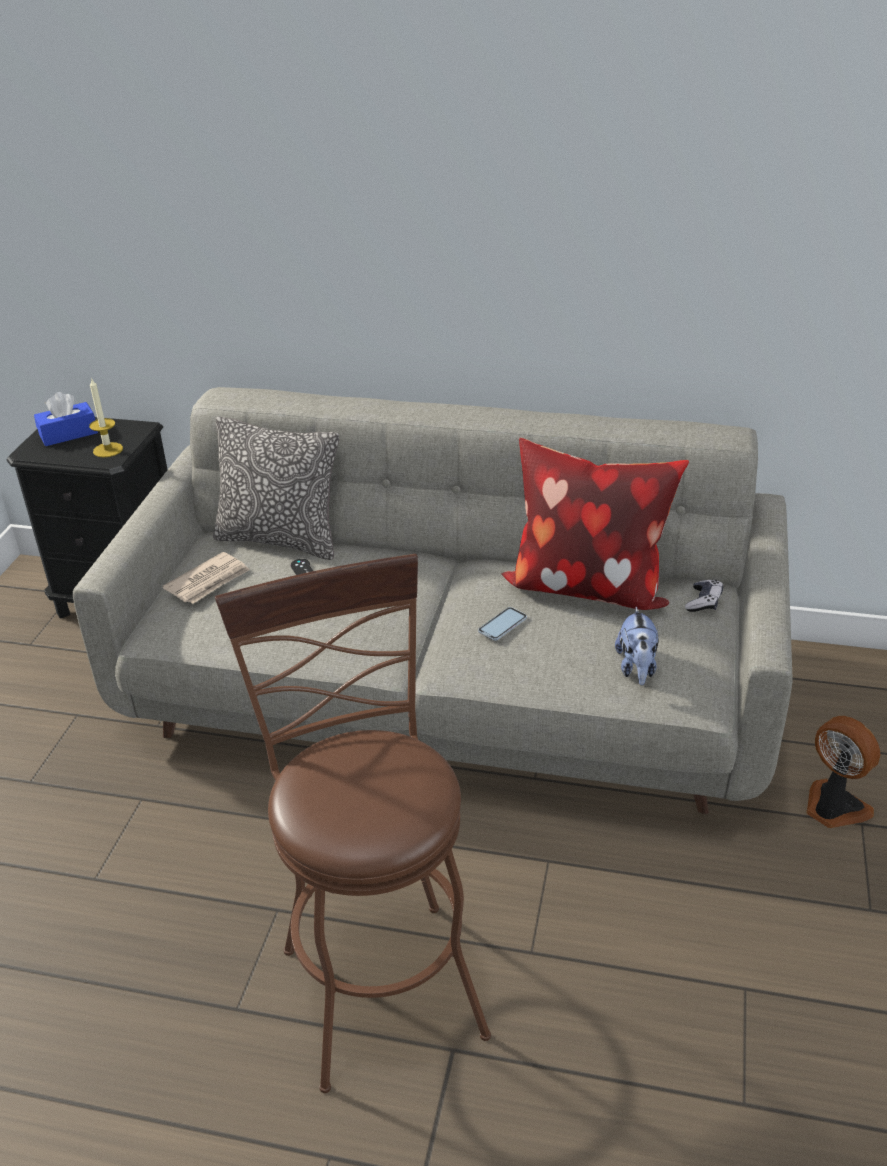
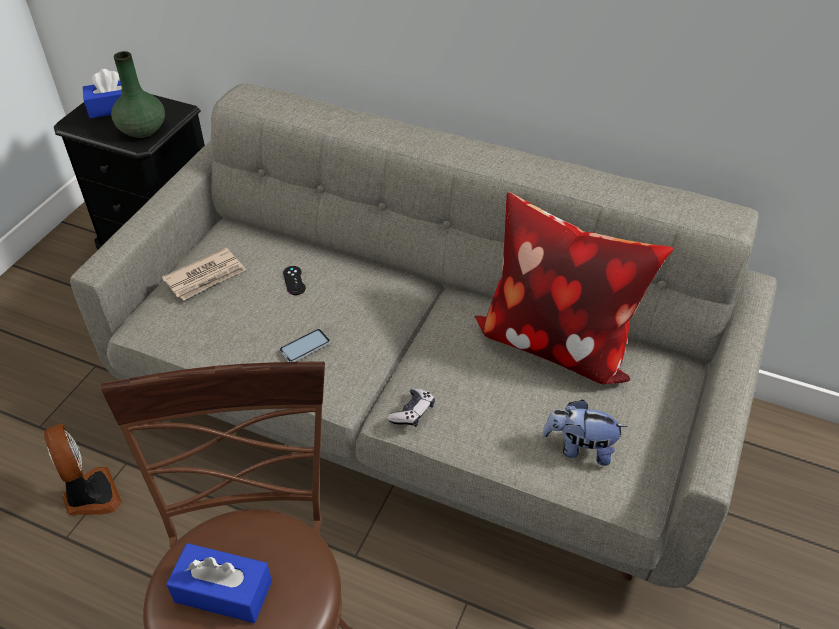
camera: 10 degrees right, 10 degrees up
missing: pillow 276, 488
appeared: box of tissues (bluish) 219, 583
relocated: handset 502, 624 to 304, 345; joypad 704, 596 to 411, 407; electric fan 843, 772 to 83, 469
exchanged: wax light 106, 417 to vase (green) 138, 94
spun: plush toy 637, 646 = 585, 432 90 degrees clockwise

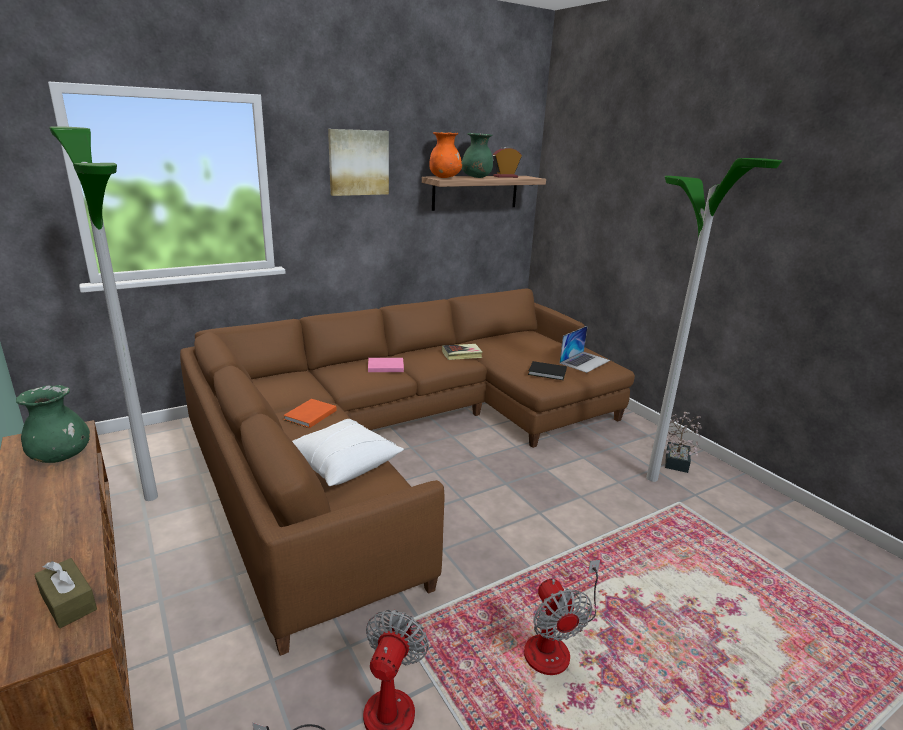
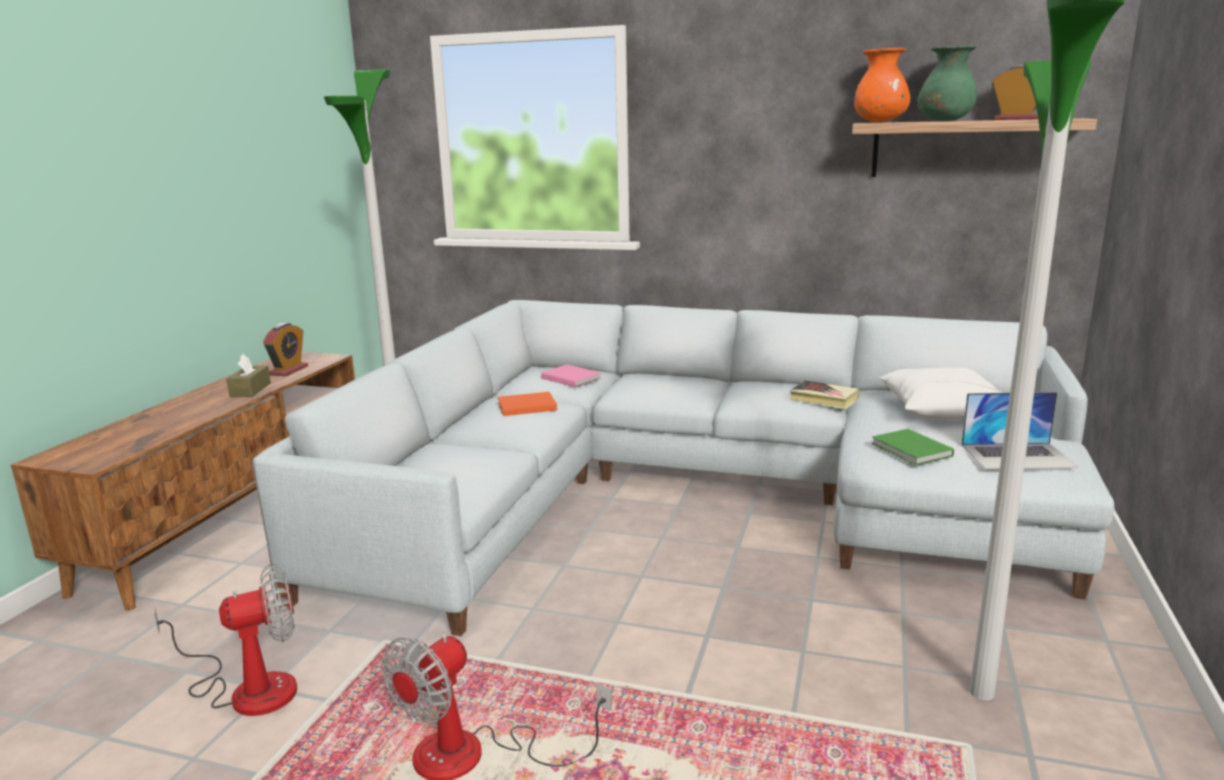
camera: 50 degrees right, 5 degrees down
missing: picture 358, 162; plant in a pot 684, 442
relocated: box of tissues (brownish) 65, 593 to 248, 375; pillow (white) 348, 452 to 940, 393; bound book (pink) 386, 365 to 571, 376
exchanged: vase (green) 53, 424 to table clock 285, 349
colour: settee (brownish) 407, 472 to settee (gray) 683, 468; bound book (black-coloured) 547, 370 to bound book (green) 912, 447

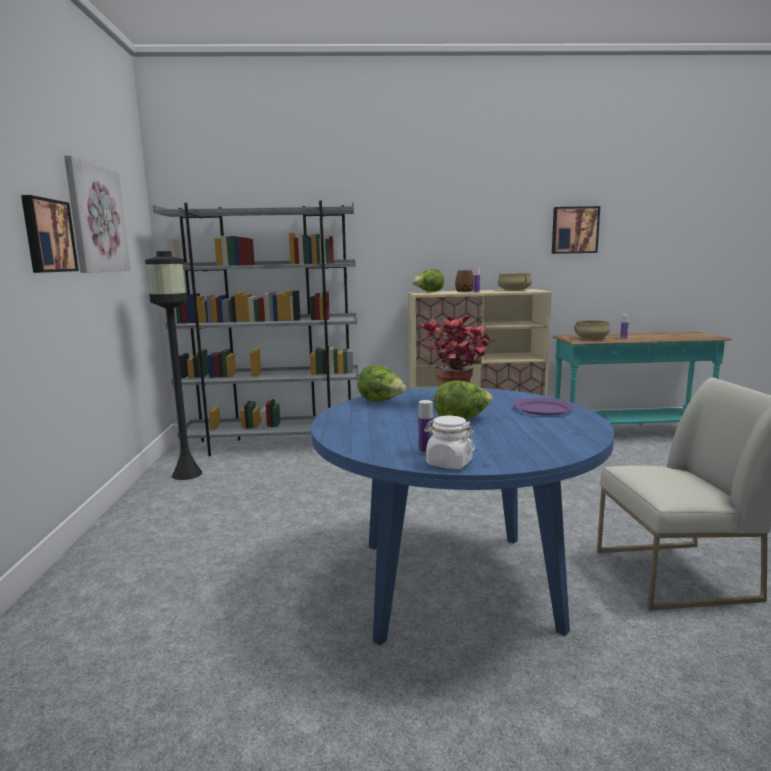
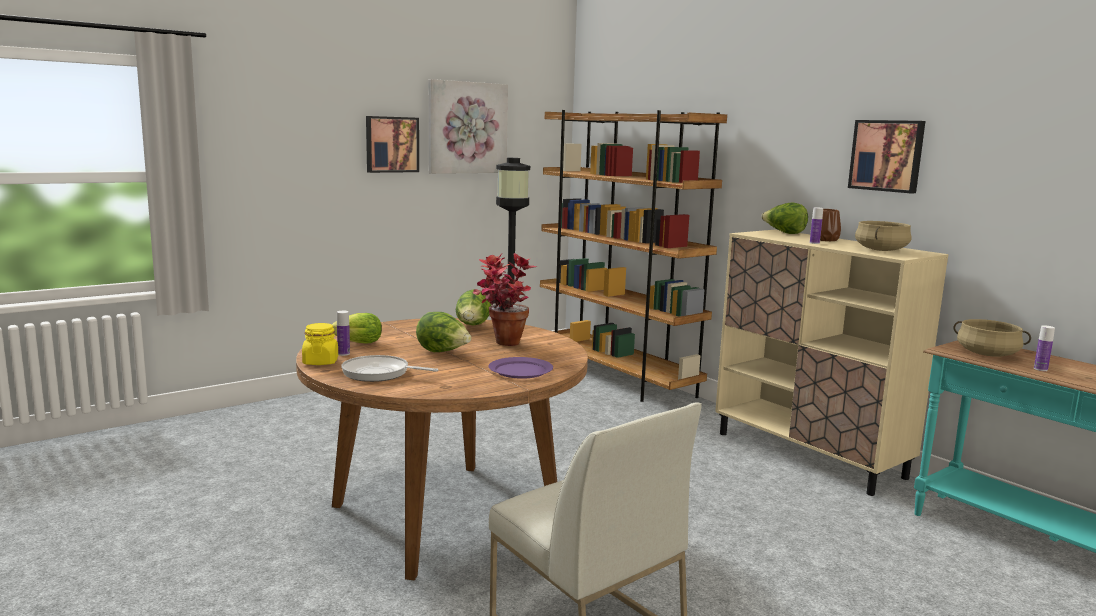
camera: 55 degrees right, 0 degrees up
appeared: lettuce head 357, 328; frying pan 390, 368
relocated: picture 576, 230 to 887, 157
colour: shelving unit (gray) 256, 328 to shelving unit (brownish) 633, 256; dining table (bluish) 462, 516 to dining table (brownish) 442, 449; jar (white) 449, 442 to jar (yellowish) 320, 344

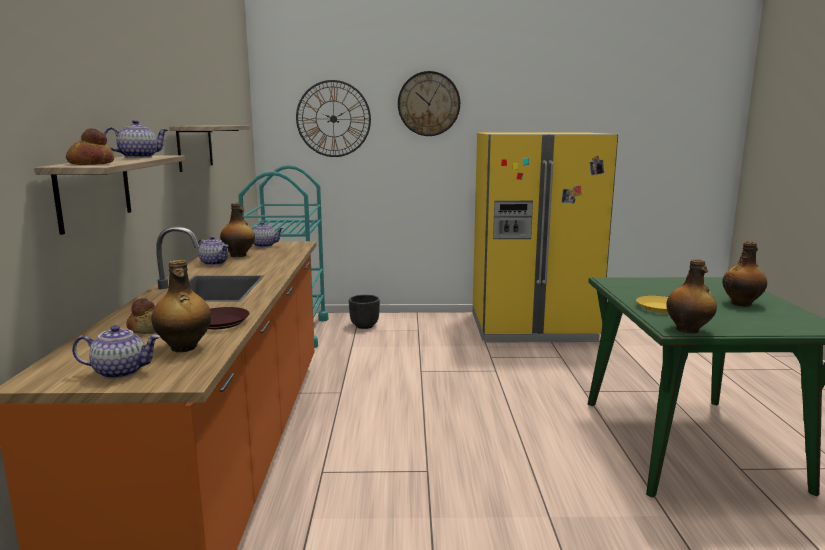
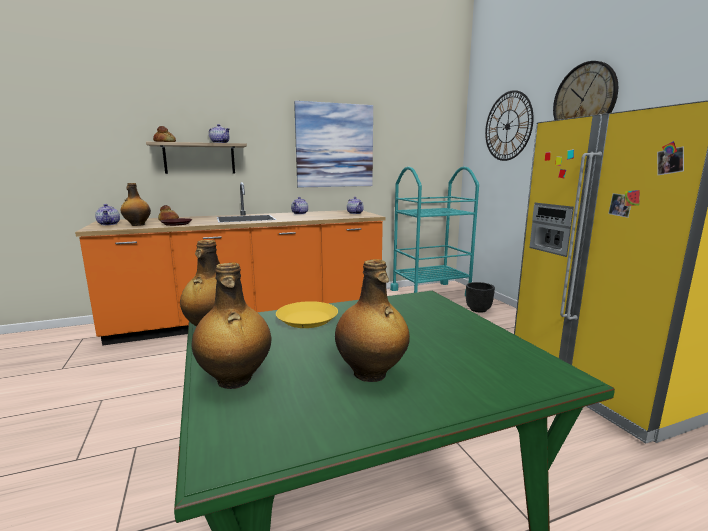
camera: 70 degrees right, 0 degrees up
relocated: bottle 237, 230 to 231, 326
exchanged: shelf 209, 148 to picture 333, 144

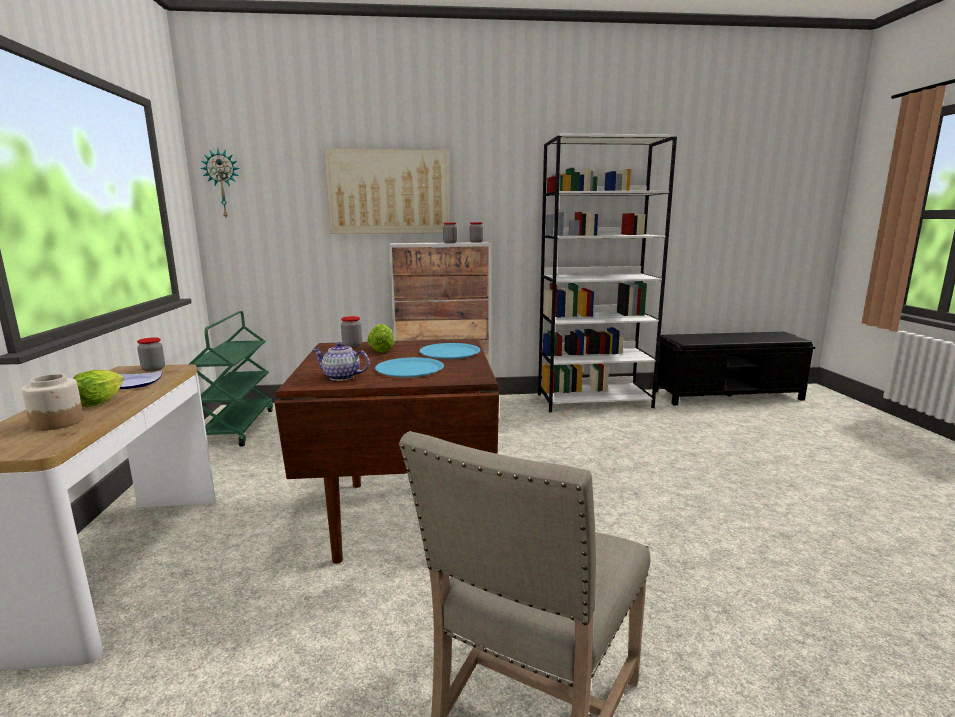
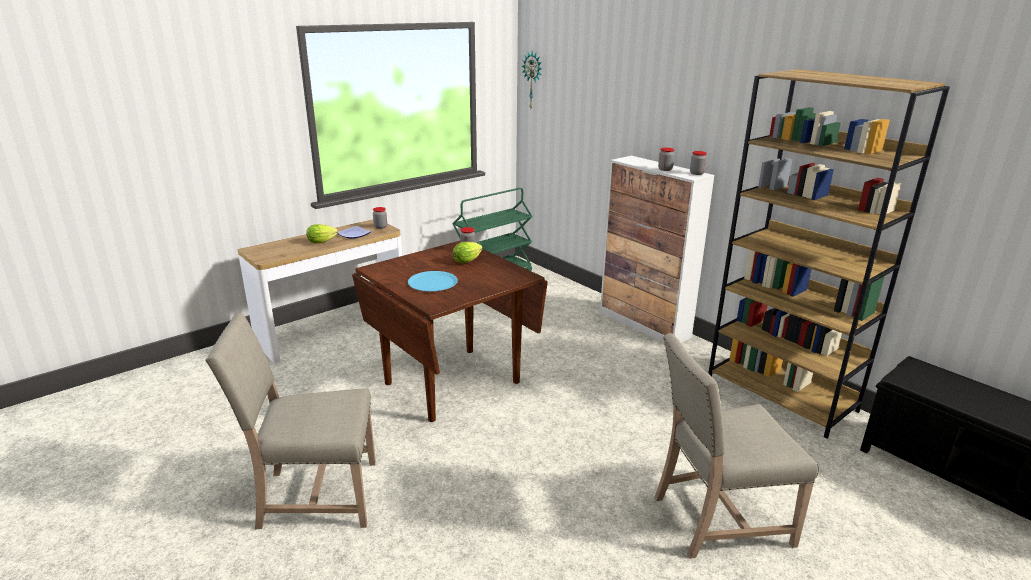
camera: 55 degrees right, 10 degrees up
missing: jar 53, 402; tea pot 341, 361; picture 387, 191; plate (bluish) 450, 351
appeared: upright chair (beige) 736, 446
colour: shelving unit (white) 607, 273 to shelving unit (brownish) 829, 253

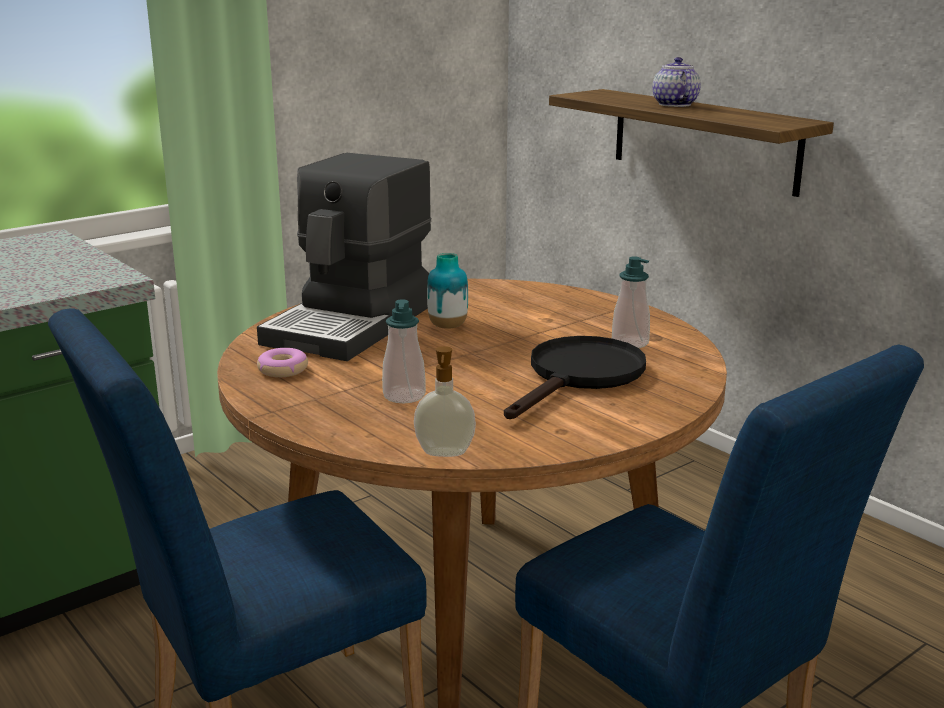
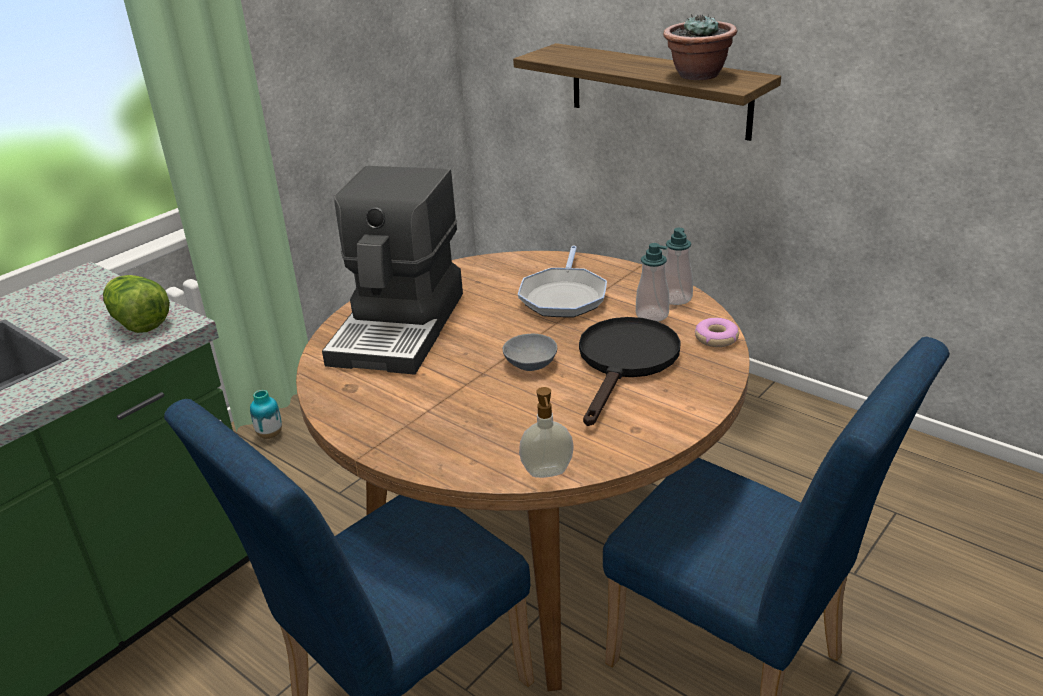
camera: 10 degrees left, 10 degrees up
missing: tea pot 676, 82
appeared: lettuce head 136, 304; serving bowl (gray) 530, 352; frying pan 562, 281; plant in a pot 700, 47
relocated: ring doughnut 282, 362 to 717, 332; soap bottle 404, 351 to 679, 266; vase 447, 291 to 266, 414

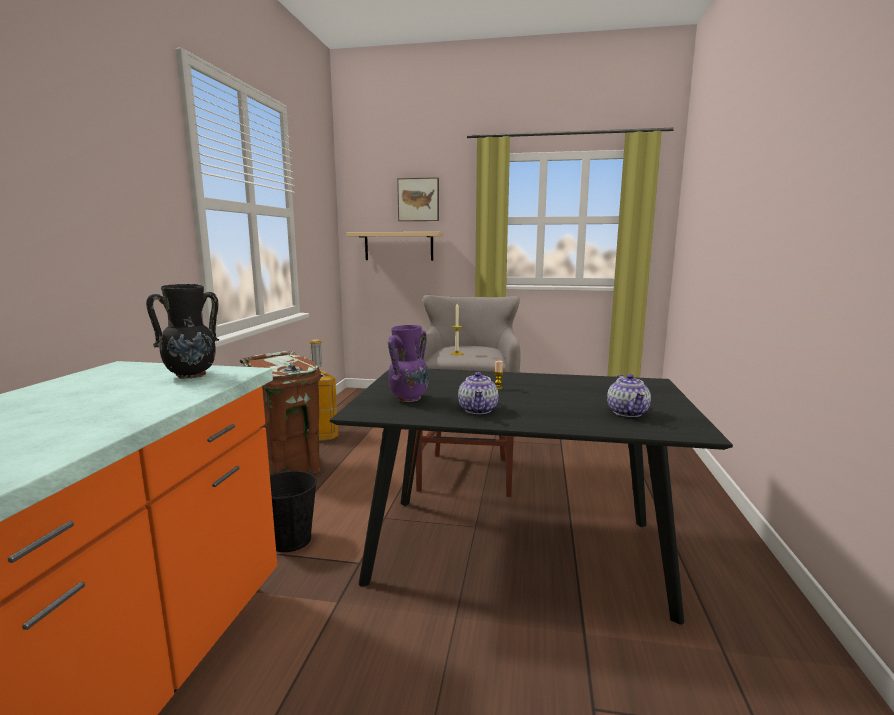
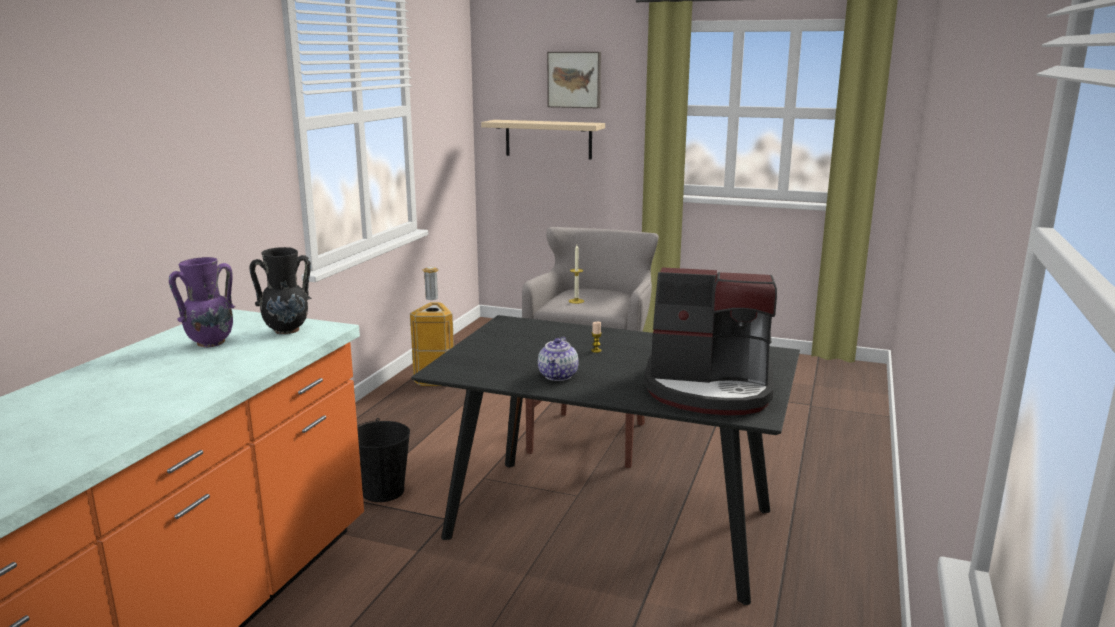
camera: 10 degrees right, 5 degrees up
missing: trash can (brownish) 280, 413
relocated: vase (purple-coloured) 408, 363 to 202, 302
exchanged: tea pot 629, 395 to coffee maker 710, 341

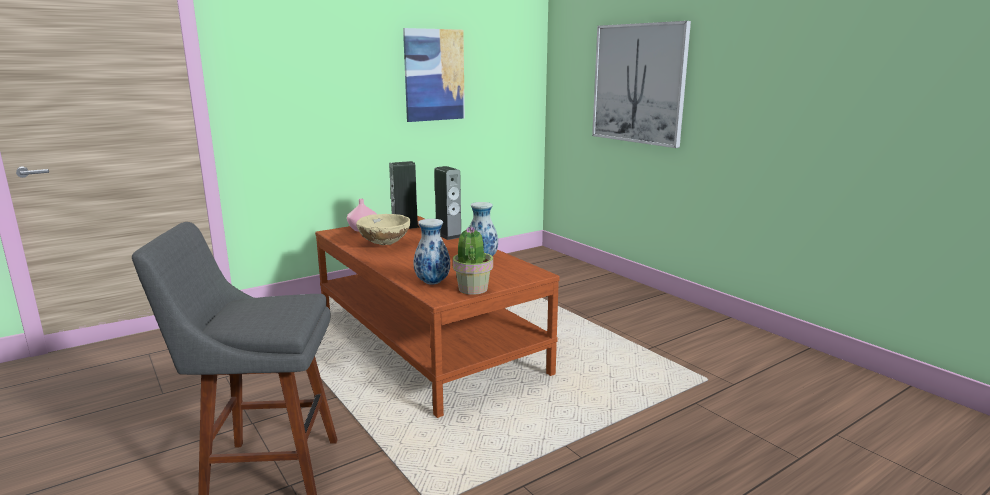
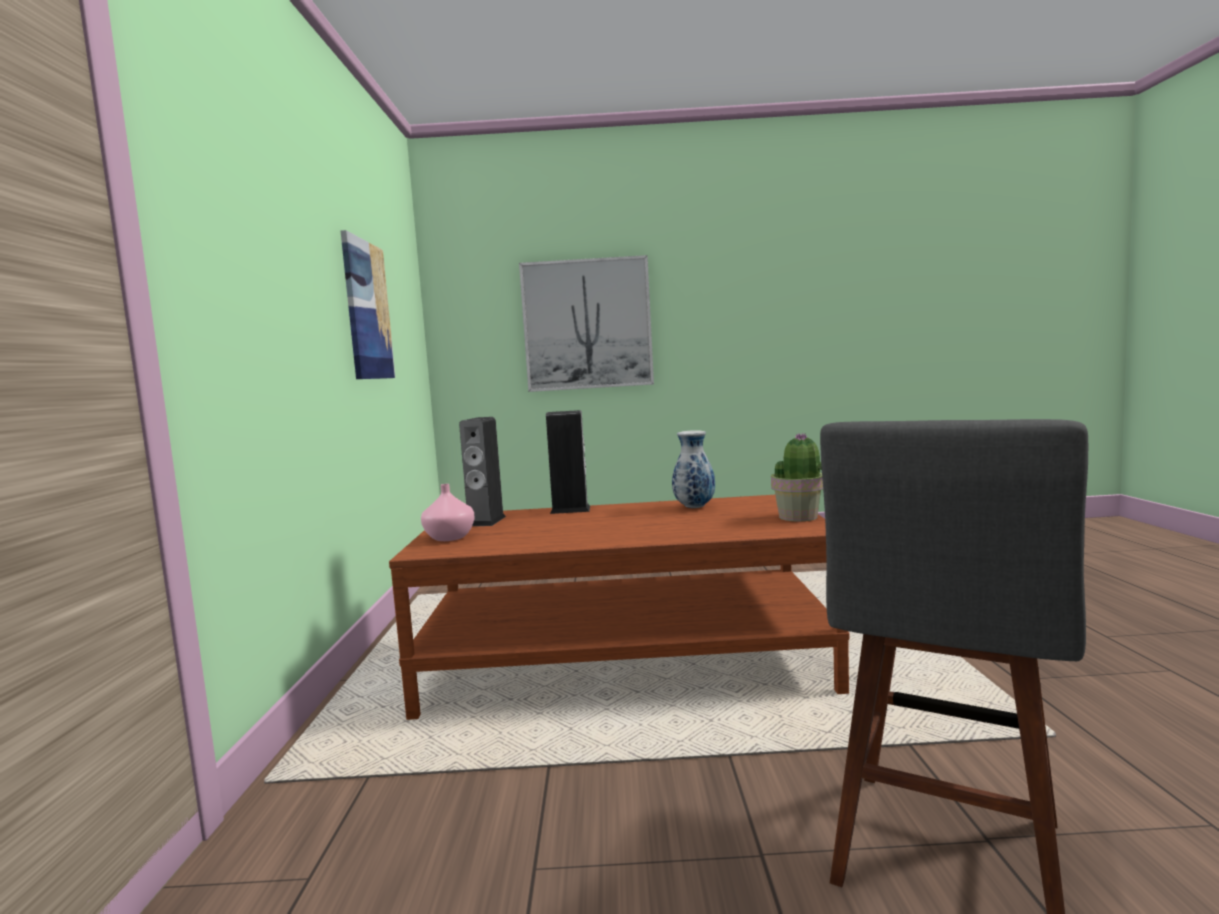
camera: 55 degrees left, 10 degrees down
missing: serving bowl (beige) 383, 229; vase 432, 251

